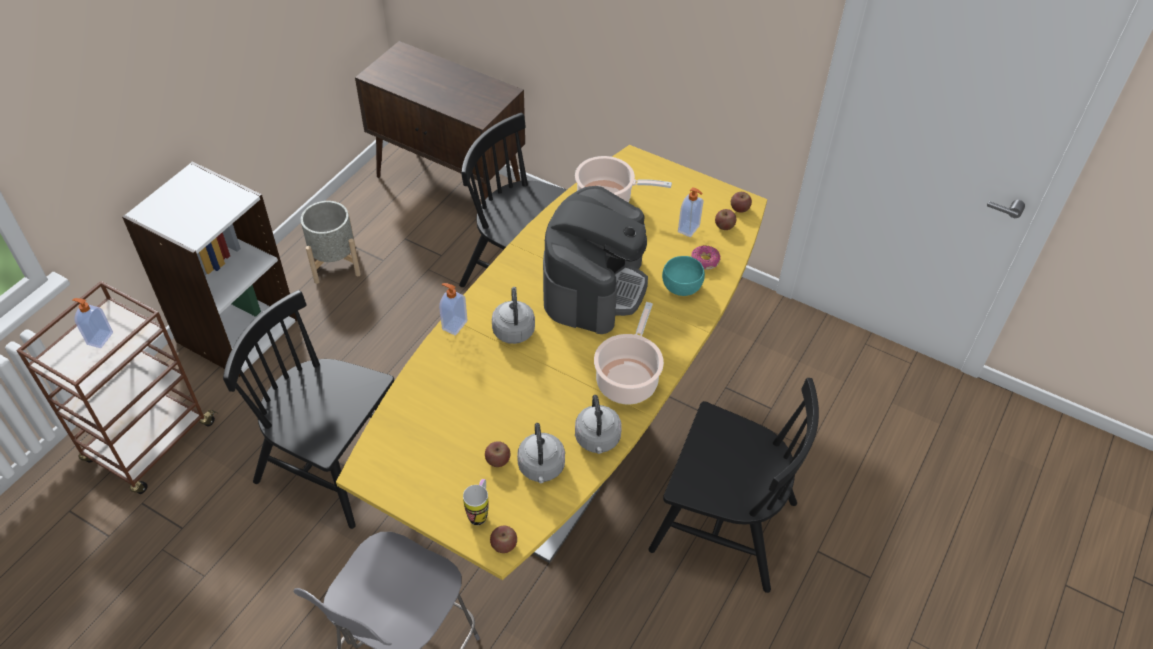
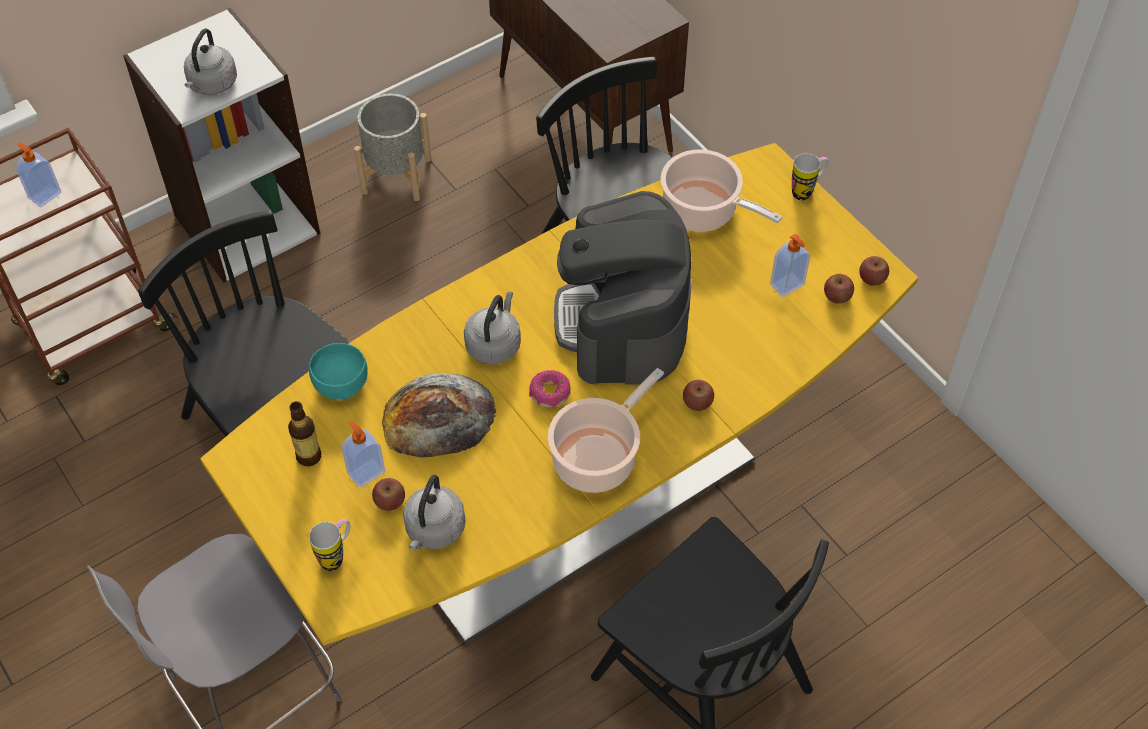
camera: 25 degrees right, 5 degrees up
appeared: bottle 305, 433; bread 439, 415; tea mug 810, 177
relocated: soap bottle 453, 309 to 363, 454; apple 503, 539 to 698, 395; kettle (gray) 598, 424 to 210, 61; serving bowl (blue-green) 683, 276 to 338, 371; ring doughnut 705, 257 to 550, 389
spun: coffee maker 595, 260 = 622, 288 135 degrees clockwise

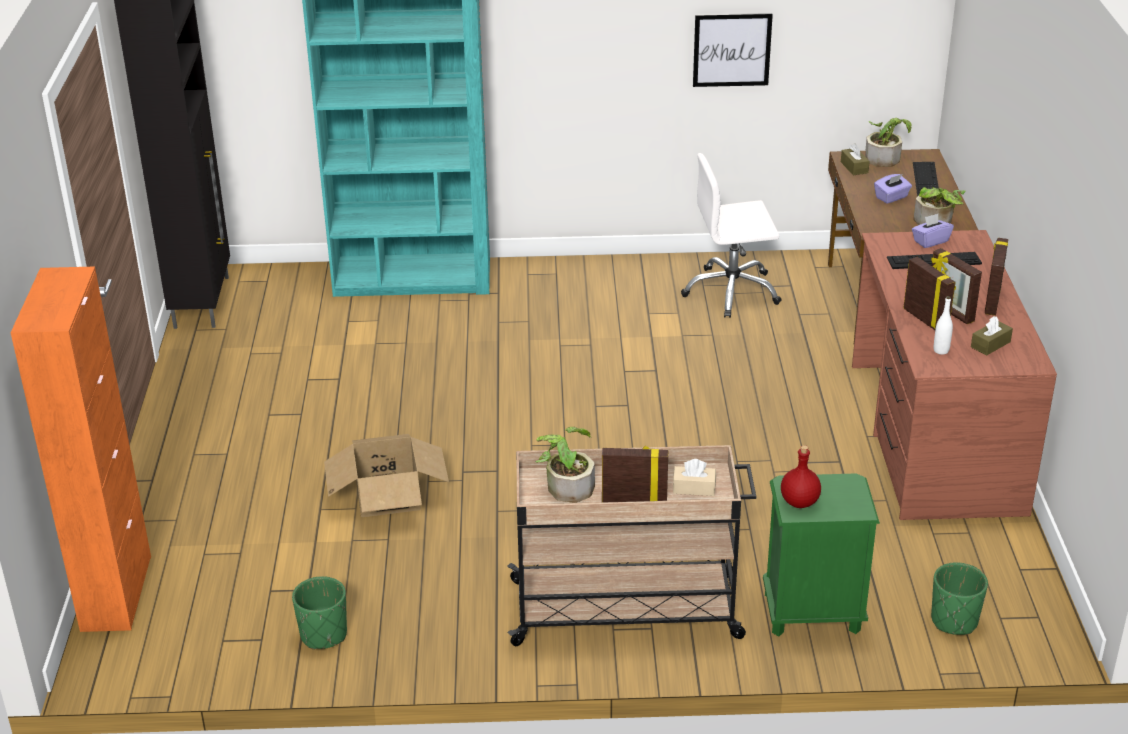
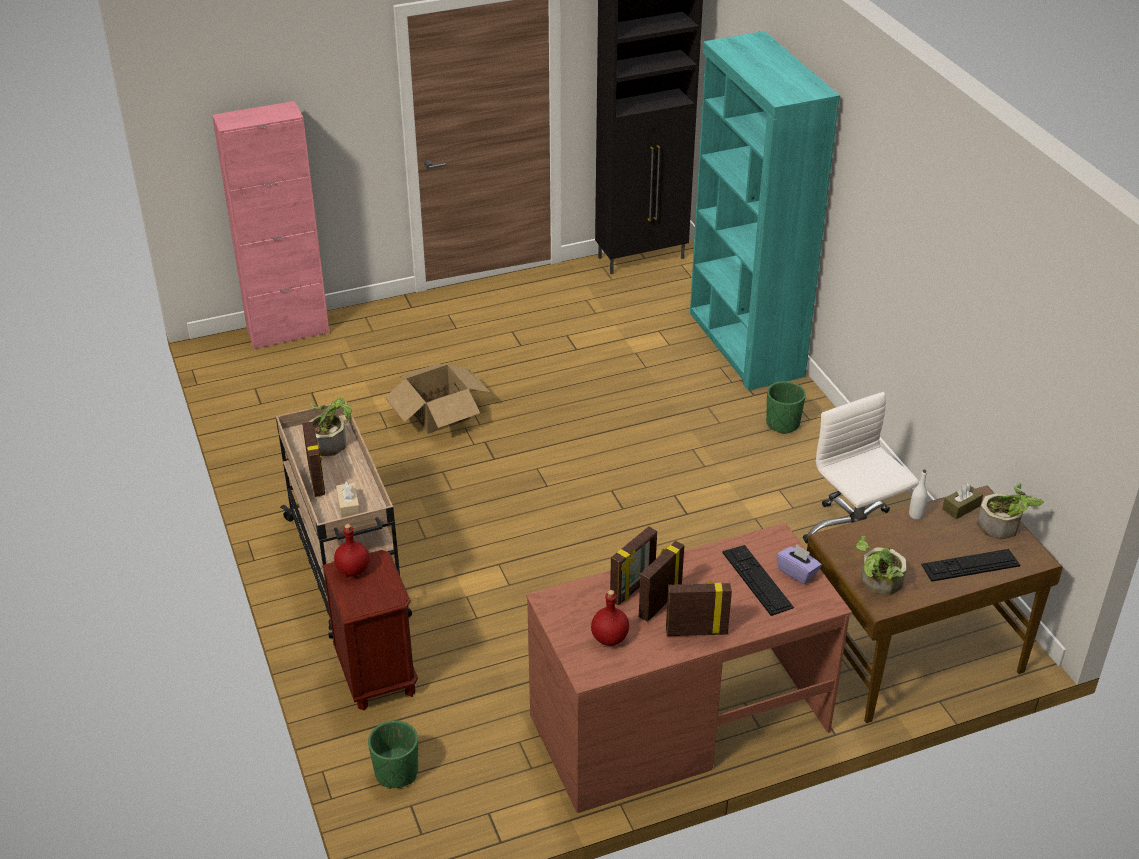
camera: 70 degrees right, 5 degrees up
missing: picture 733, 50; box of tissues (purple-coloured) 893, 189
relocated: planter (green) 319, 613 to 786, 407; bottle (white) 943, 325 to 918, 495
exchanged: box of tissues (brownish) 992, 335 to bottle (reddish) 610, 618
colour: cupboard (orange) 81, 449 to cupboard (pink) 271, 225; nightstand (green) 821, 554 to nightstand (brownish) 370, 630

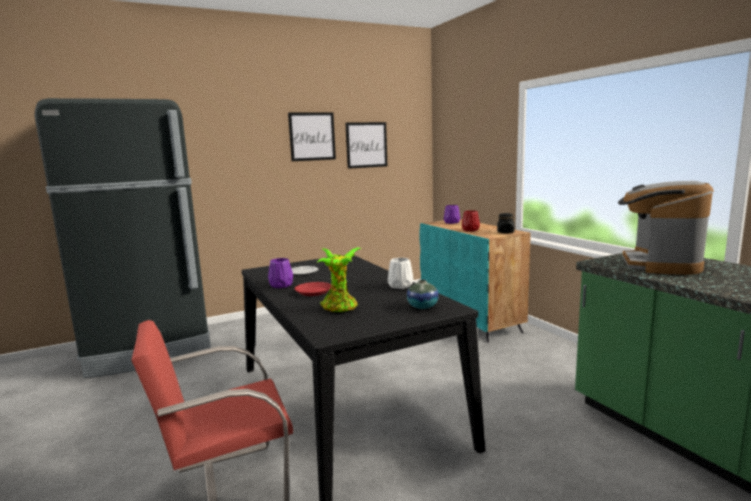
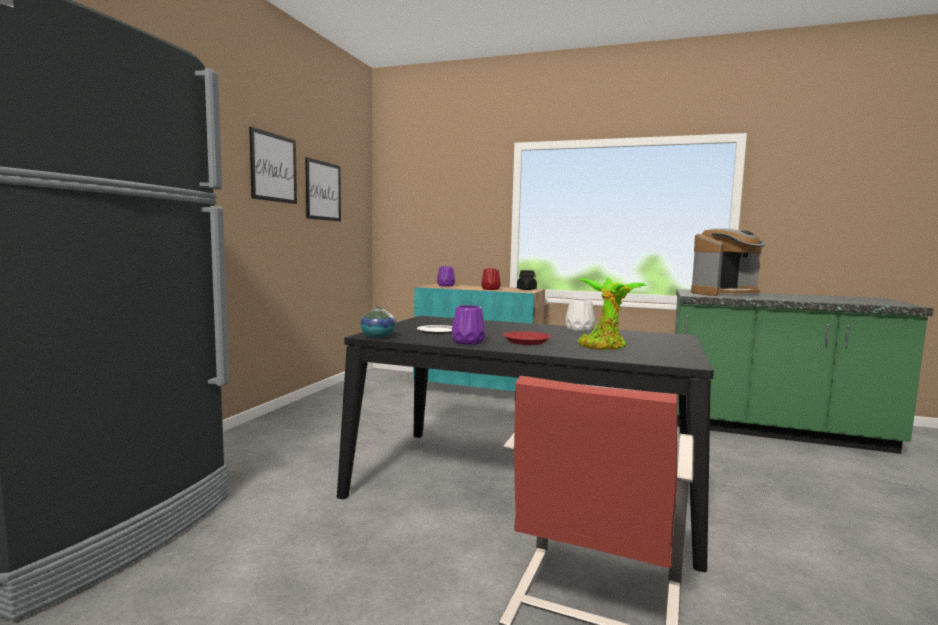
camera: 45 degrees left, 5 degrees down
relocated: vase 423, 294 to 378, 322
spun: coffee maker 666, 228 = 728, 262 90 degrees counterclockwise

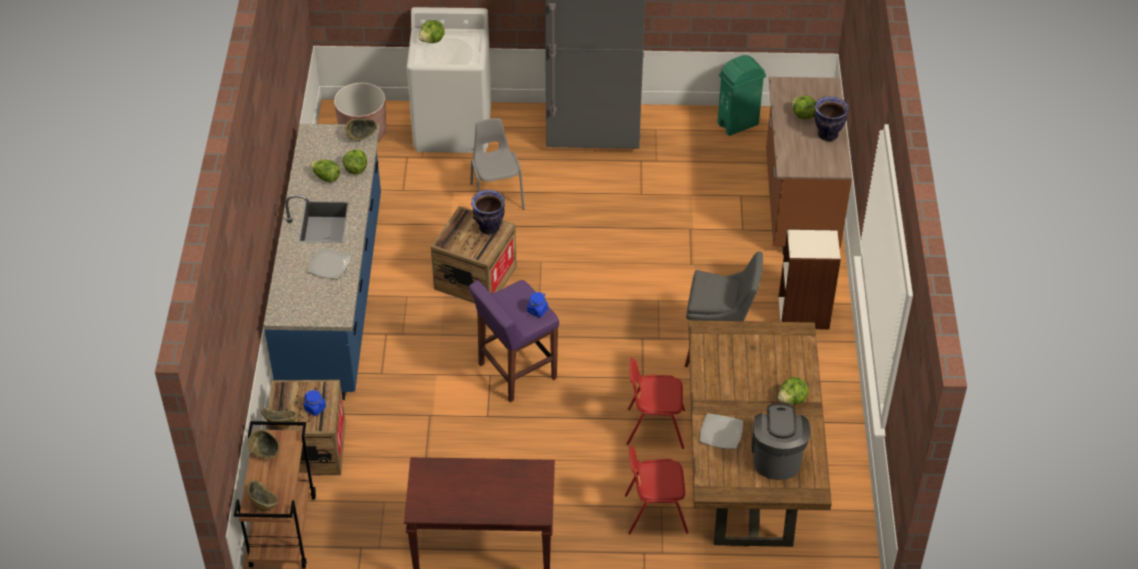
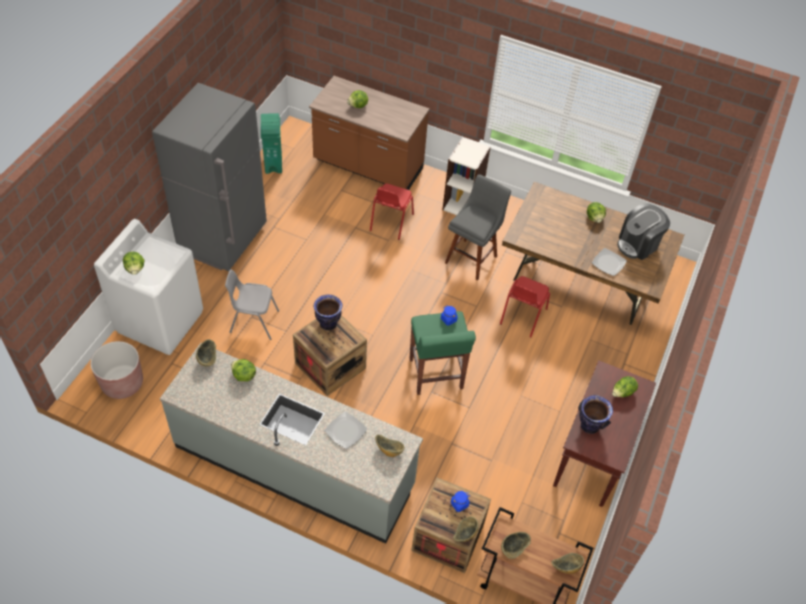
camera: 70 degrees left, 5 degrees up
appeared: serving bowl 390, 446
relocated: lettuce head 325, 171 to 625, 386; upright chair (reddish) 657, 490 to 392, 211; vase 832, 118 to 595, 414
colour: kitchen base unit (bluish) 322, 262 to kitchen base unit (gray) 291, 443; stool seat (purple-coloured) 514, 341 to stool seat (green) 443, 353
spun: coffee maker 781, 441 = 643, 231 60 degrees counterclockwise

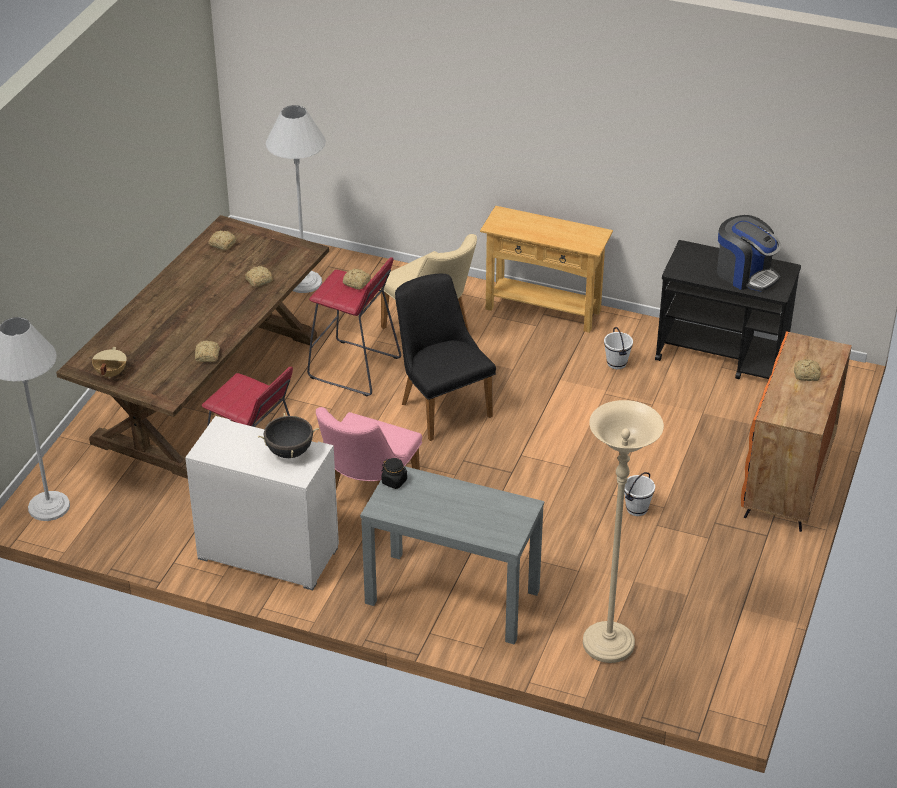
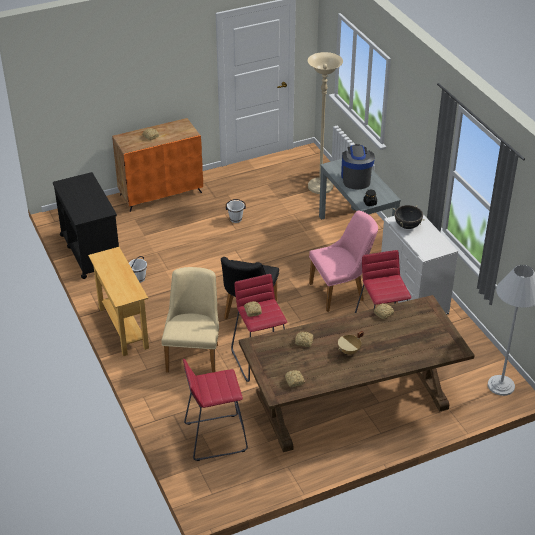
camera: 135 degrees left, 0 degrees up
relocated: saucepot (beige) 109, 362 to 351, 343; coffee maker 749, 253 to 358, 167
exchanged: floor lamp (white) 296, 199 to stool seat (reddish) 215, 410

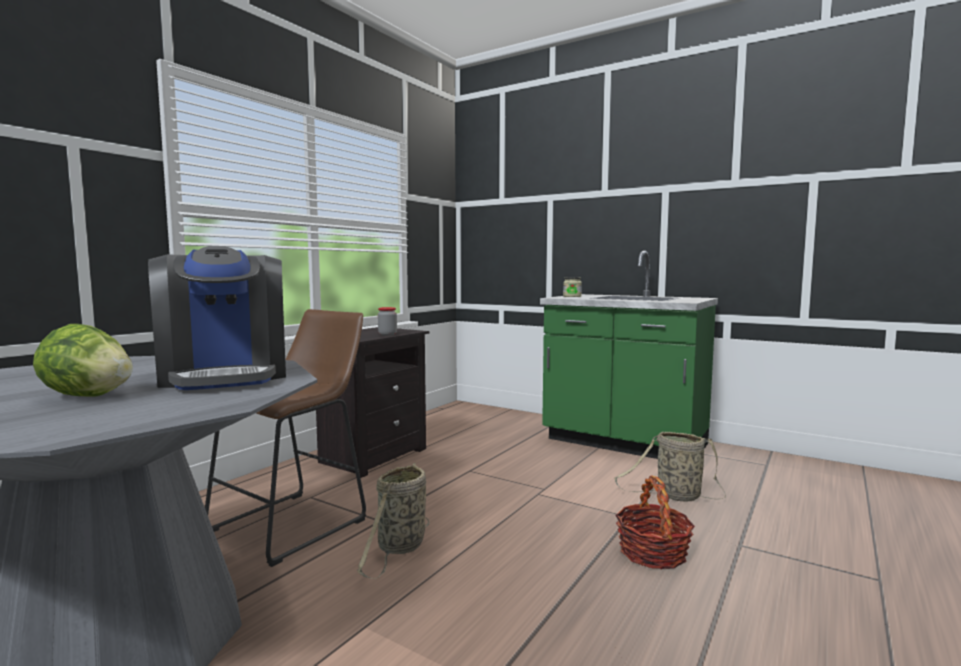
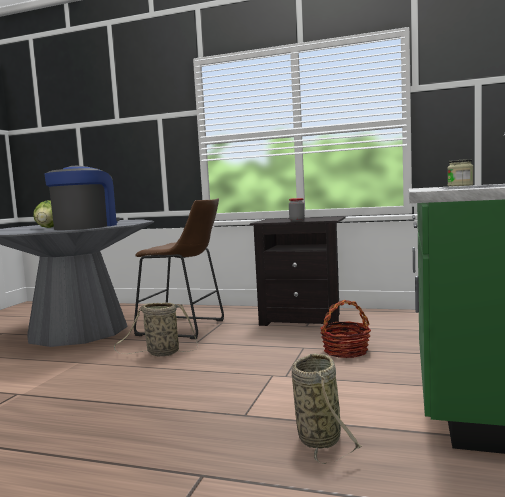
camera: 75 degrees right, 0 degrees up
relocated: basket 655, 522 to 345, 329
spun: coffee maker 217, 318 = 82, 198 150 degrees clockwise

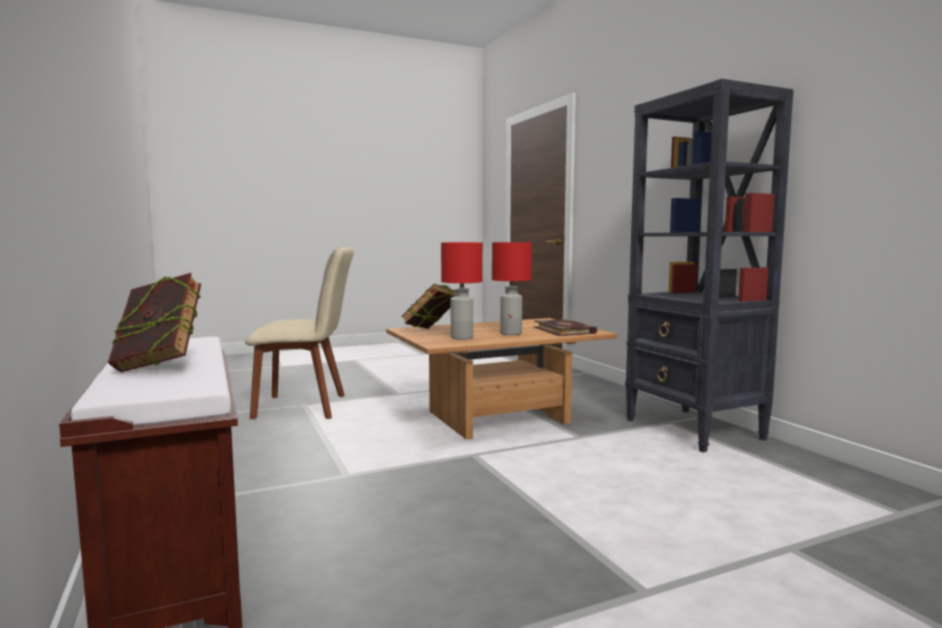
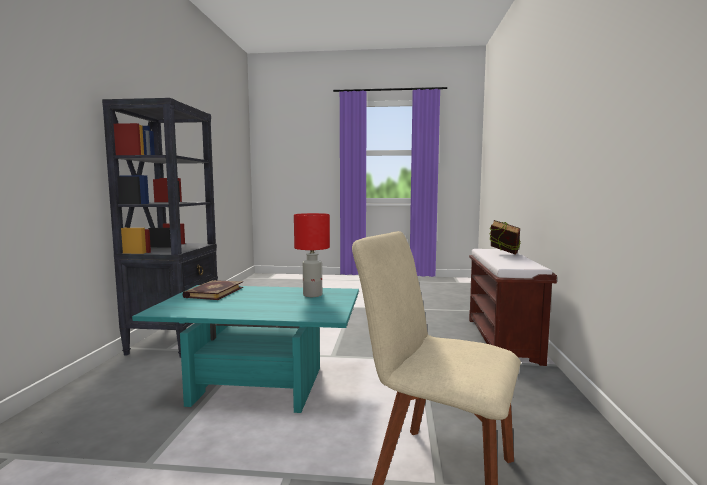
camera: 150 degrees left, 0 degrees up
missing: bound book 428, 306; table lamp (reddish) 512, 288
colour: lounge table (brownish) 501, 378 to lounge table (blue-green) 245, 349

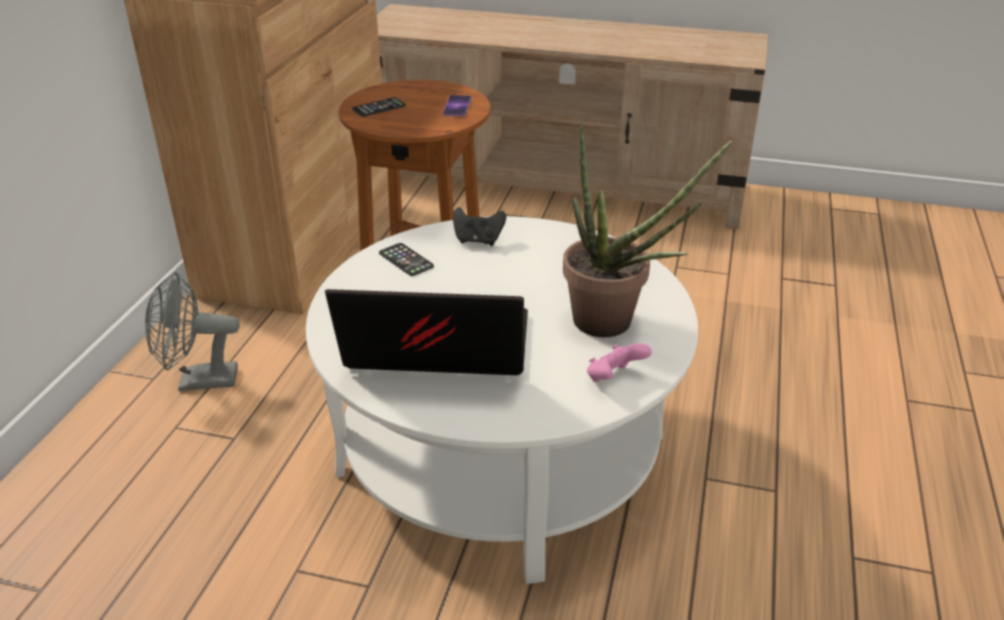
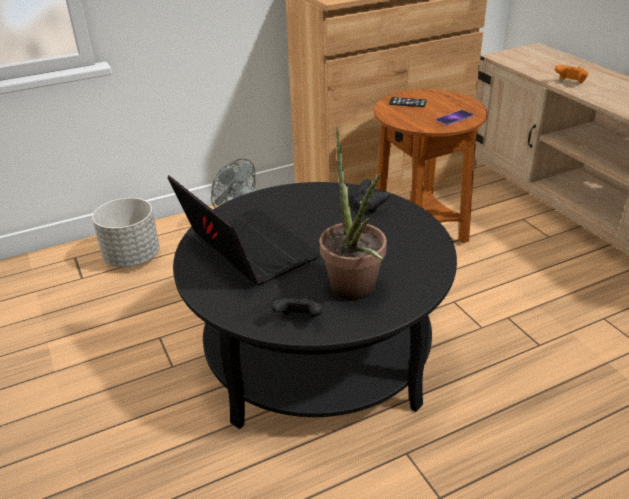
camera: 50 degrees right, 0 degrees up
missing: handset 406, 259
appeared: planter (gray) 126, 232; joypad (orange) 571, 74
colour: lounge table (white) 502, 400 to lounge table (black-coloured) 315, 305; joypad (pink) 619, 362 to joypad (black-coloured) 297, 306

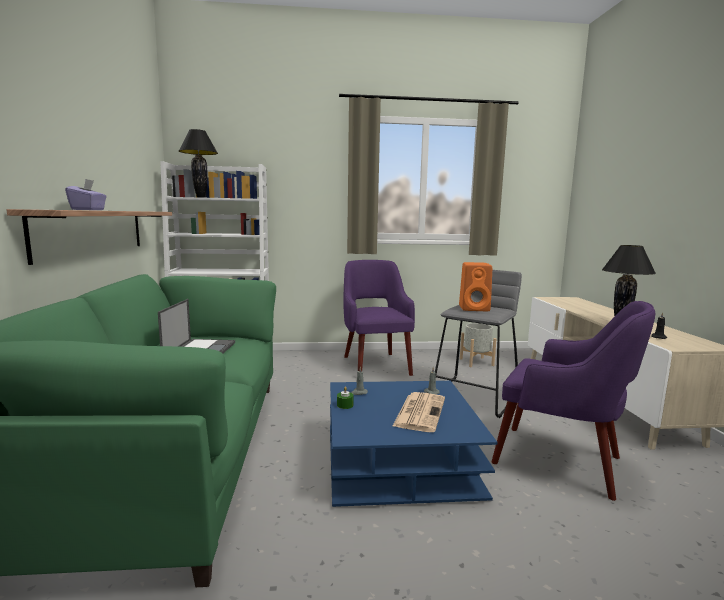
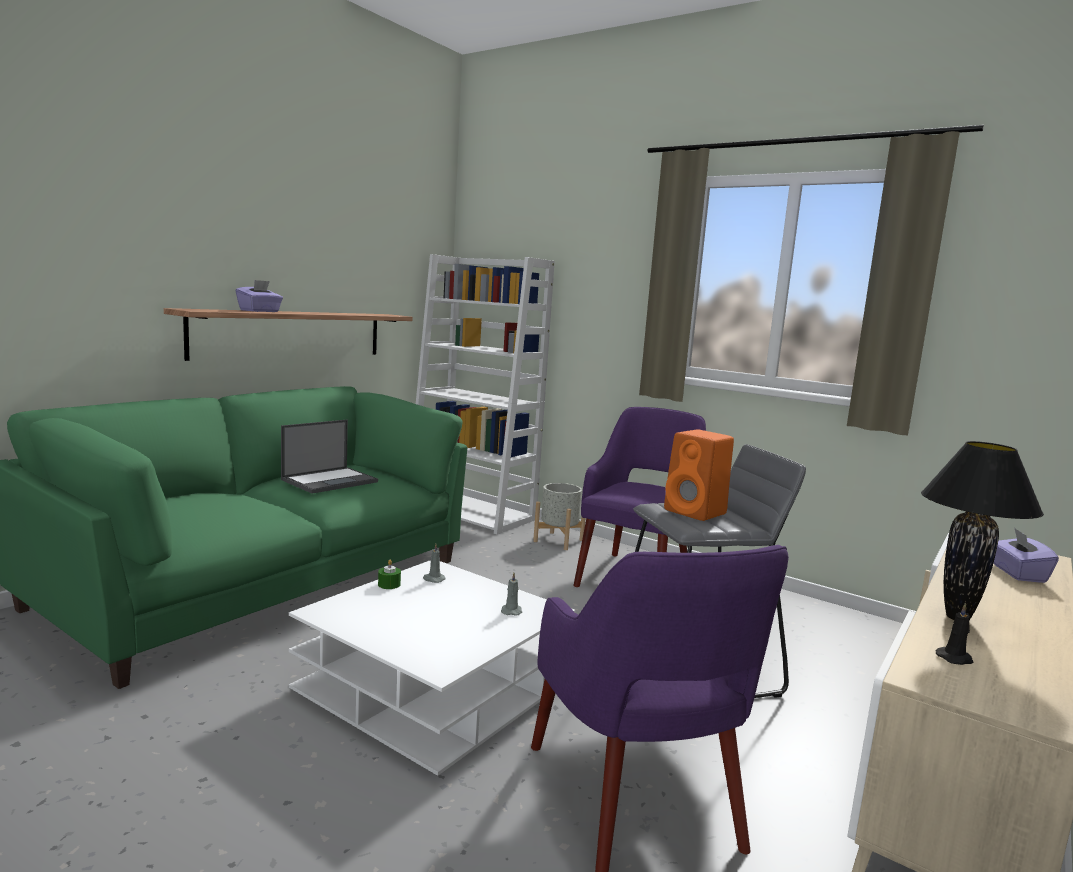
camera: 40 degrees right, 0 degrees up
missing: table lamp (black-coloured) 198, 163; daily paper 418, 412
appeared: box of tissues (purple-coloured) 1026, 555
relocated: planter (gray) 478, 345 to 559, 516
colour: lounge table (bluish) 413, 444 to lounge table (white) 432, 668

